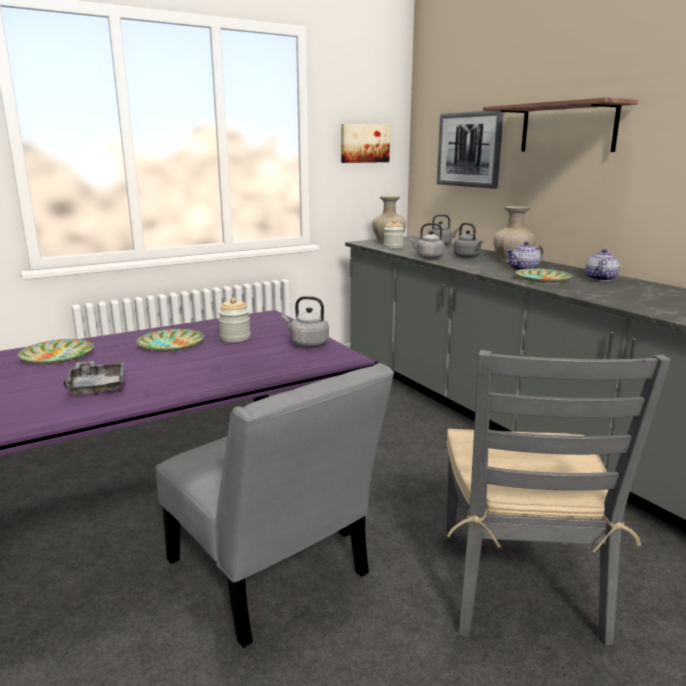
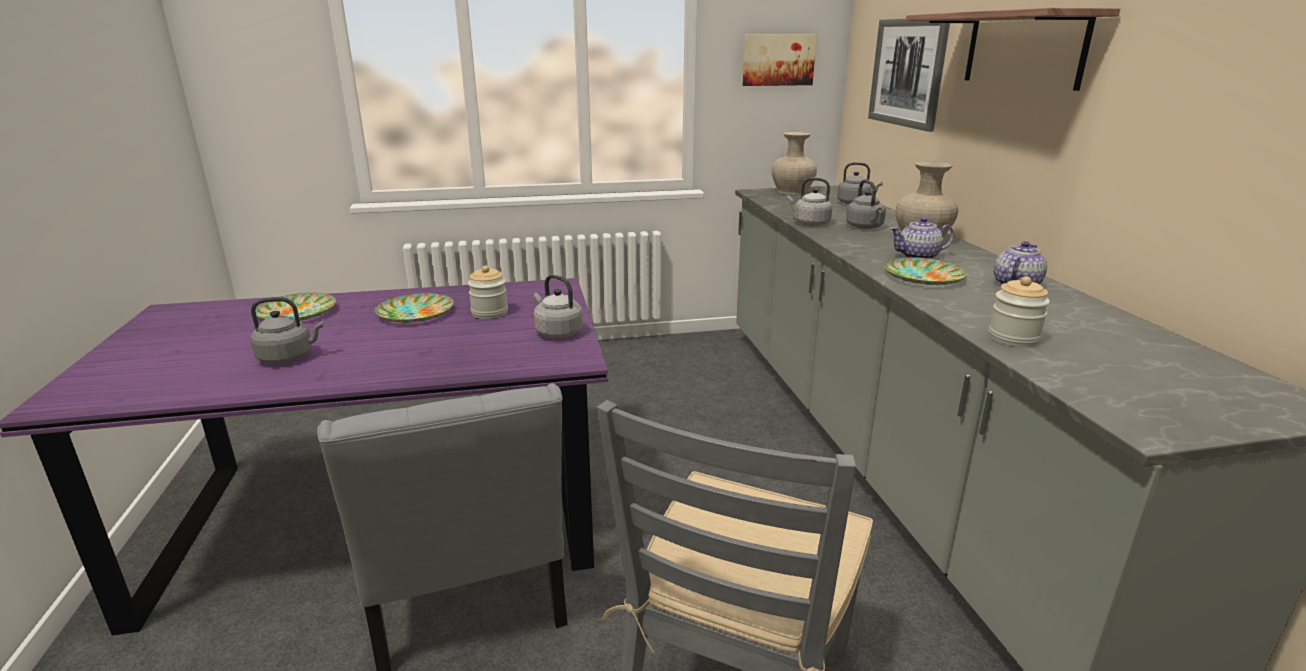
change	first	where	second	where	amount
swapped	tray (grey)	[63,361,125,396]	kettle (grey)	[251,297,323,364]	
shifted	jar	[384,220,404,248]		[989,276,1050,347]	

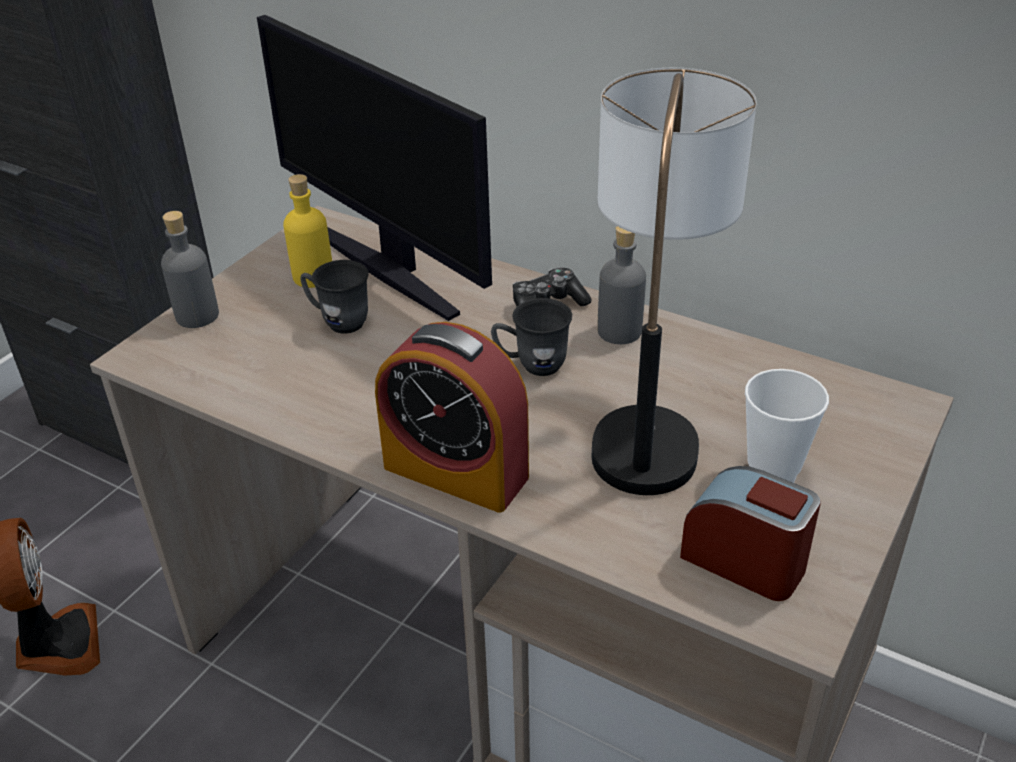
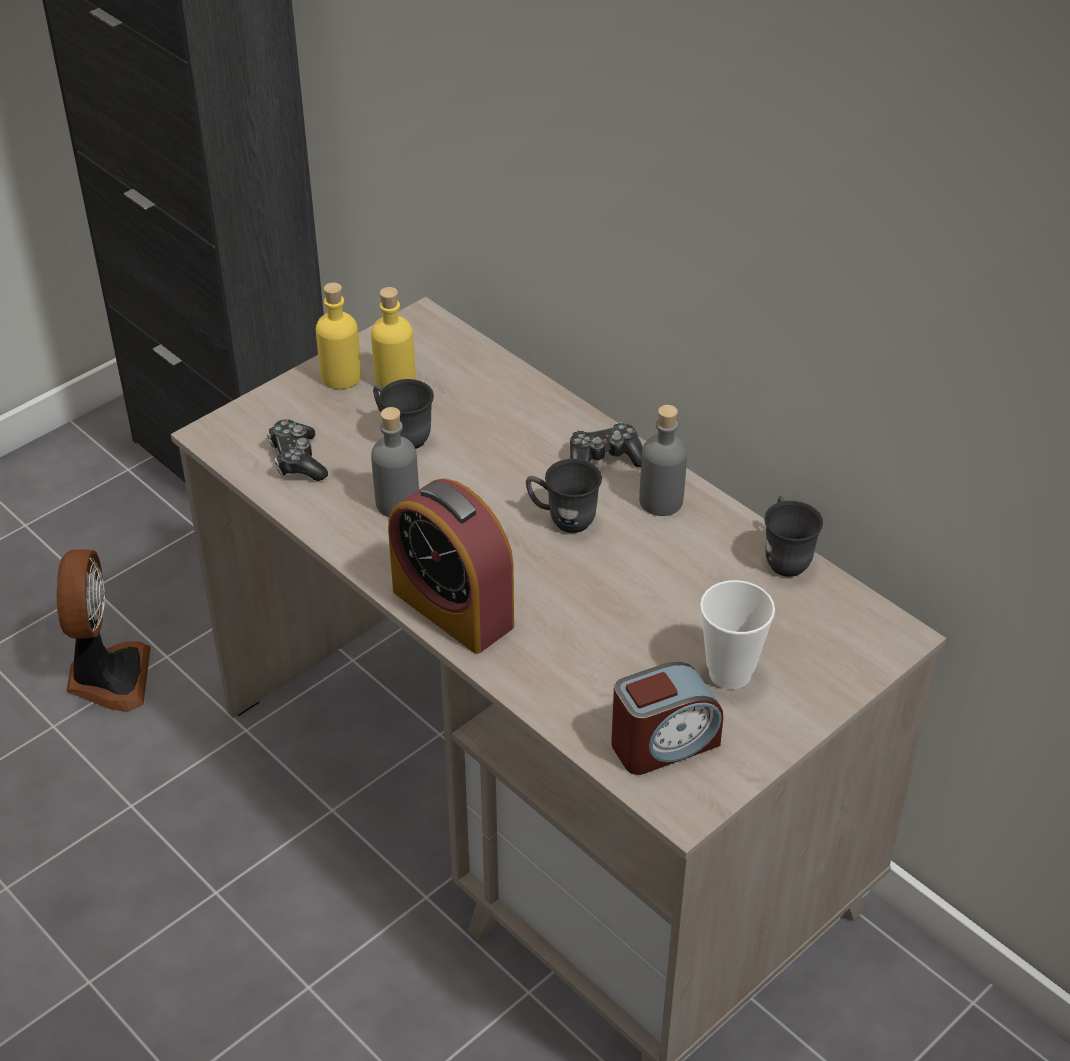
change	first	where	second	where	amount
new			game controller	[267,419,328,481]	
new			bottle (yellow)	[316,283,361,389]	
shifted	bottle (grey)	[161,211,219,328]		[371,407,419,517]	
rotated	alarm clock	[680,466,821,601]		[611,662,723,775]	105 degrees clockwise
new			mug (grey)	[764,496,823,577]	
gone	monitor	[257,15,492,321]			
gone	table lamp	[592,68,757,495]			

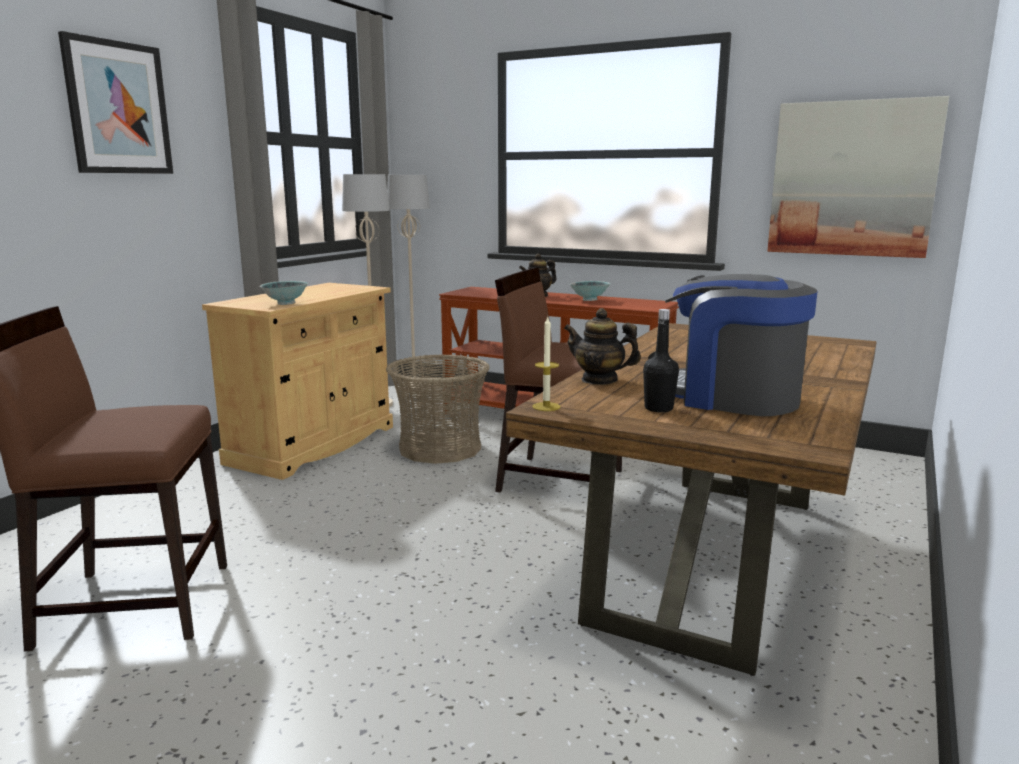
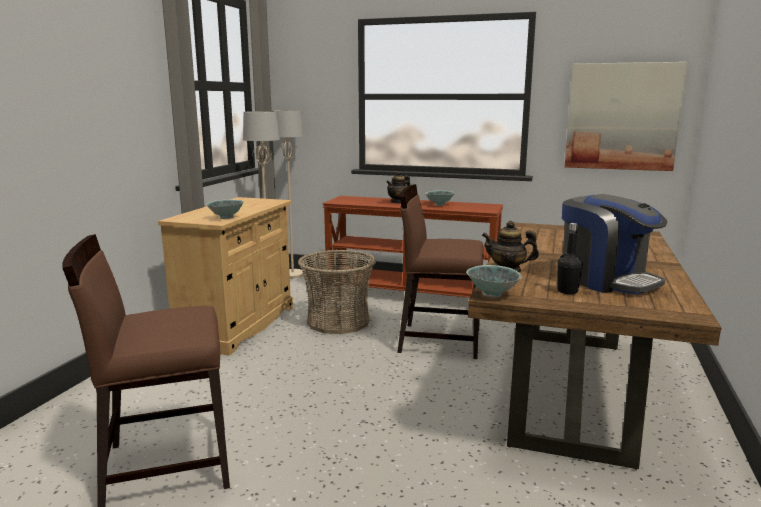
change	first	where	second	where	amount
swapped	candle	[532,317,561,411]	bowl	[466,265,522,298]	
rotated	coffee machine	[665,274,818,416]		[562,194,667,294]	150 degrees counterclockwise
gone	picture	[58,31,173,174]			

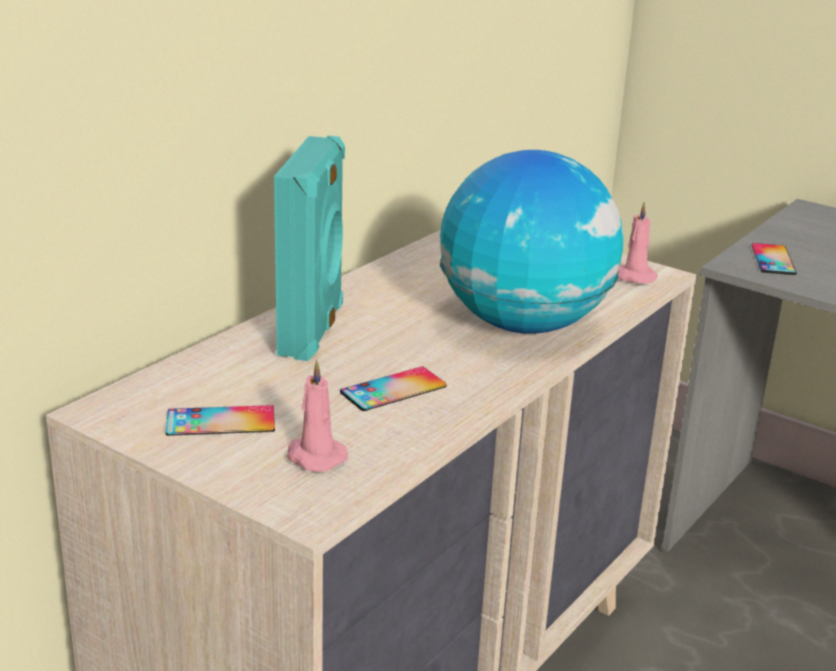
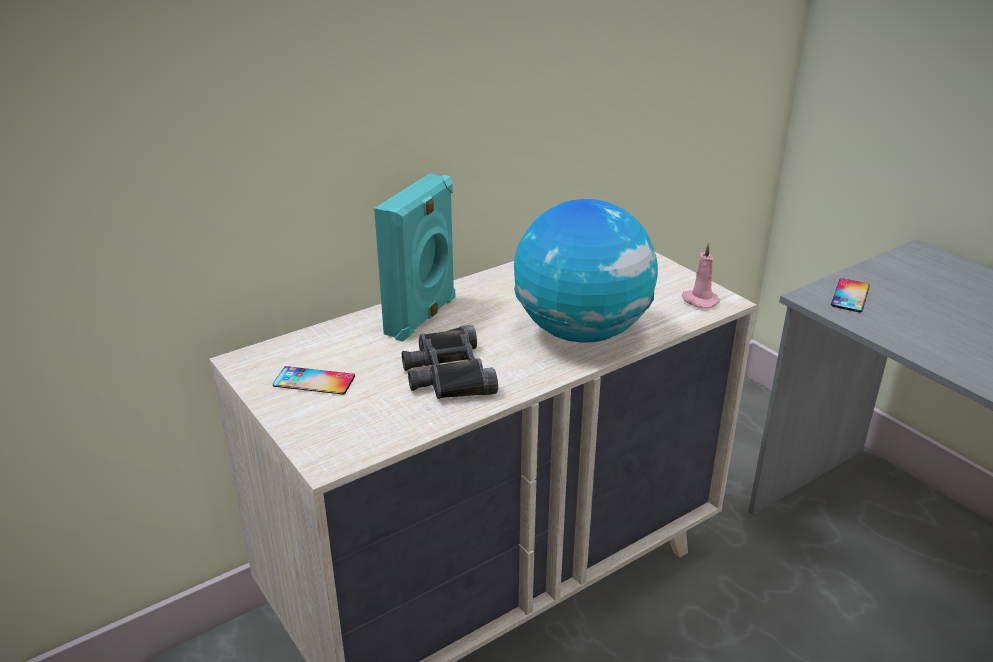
change	first	where	second	where	amount
swapped	phone	[340,366,447,411]	binoculars (black)	[402,325,498,399]	
gone	candle (pink)	[287,360,348,472]			

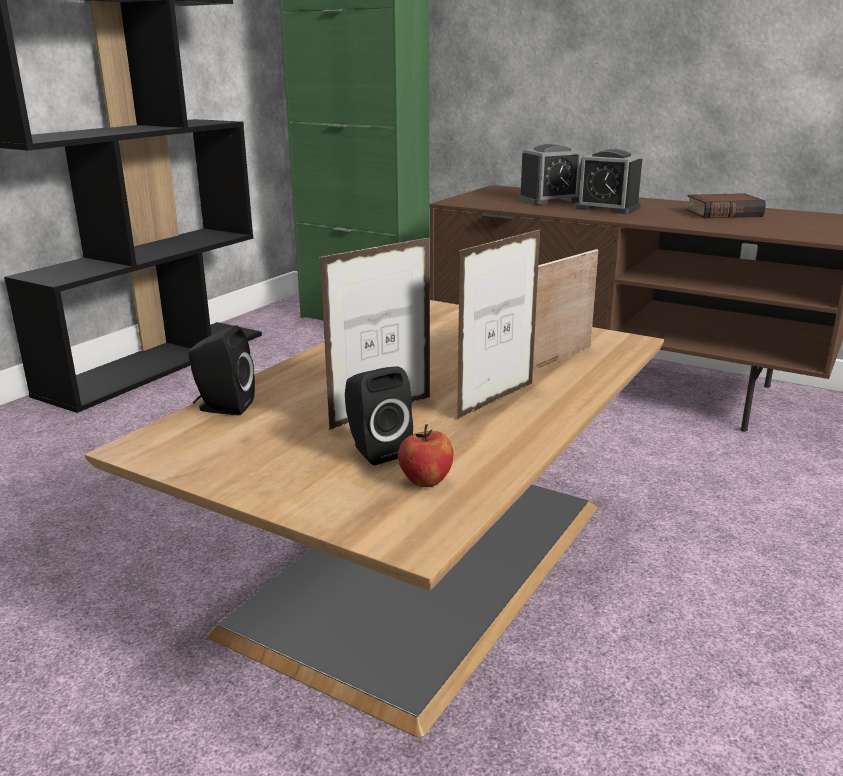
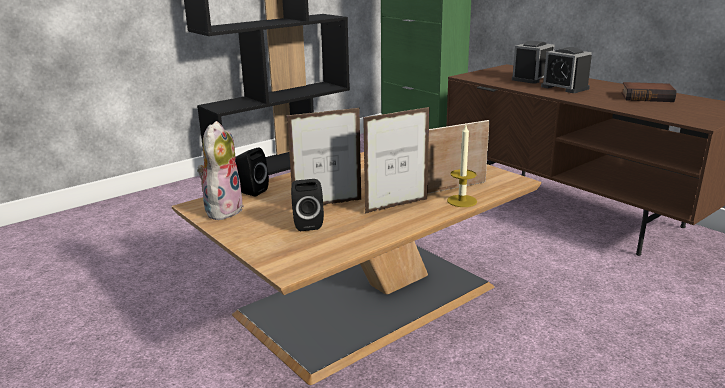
change	first	where	second	where	amount
new			plush toy	[197,121,244,220]	
new			candle	[447,125,477,207]	
rotated	alarm clock	[518,144,582,205]		[512,40,555,84]	135 degrees clockwise
gone	apple	[398,424,453,487]			

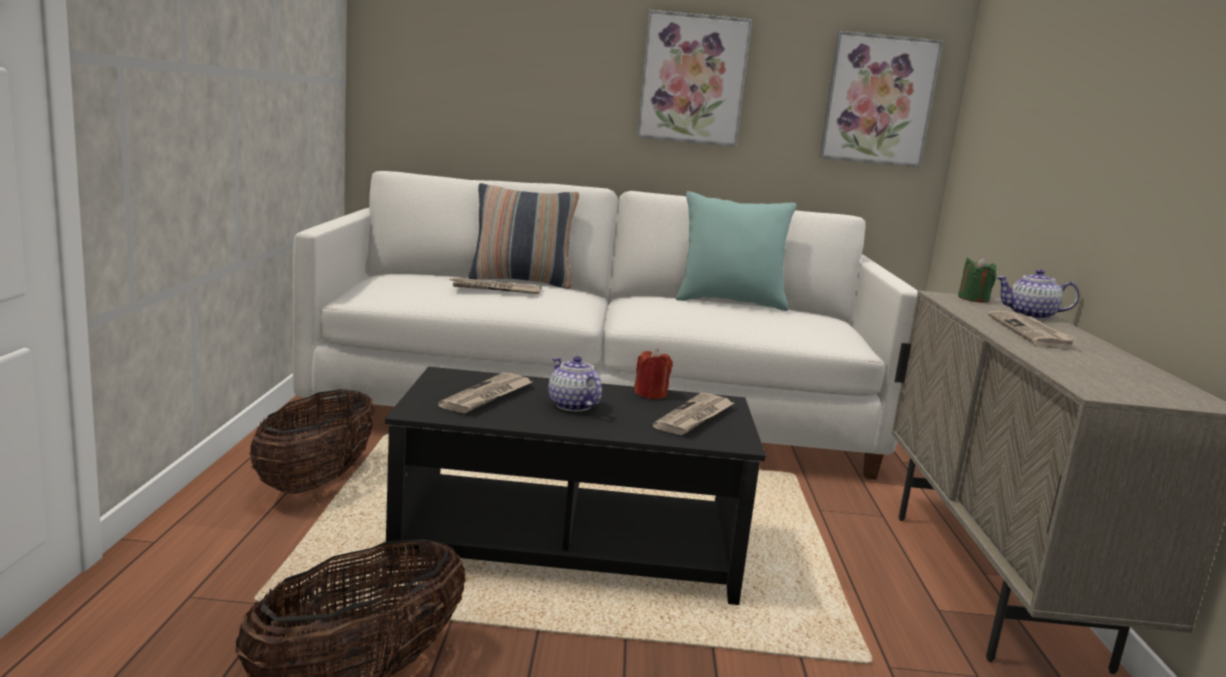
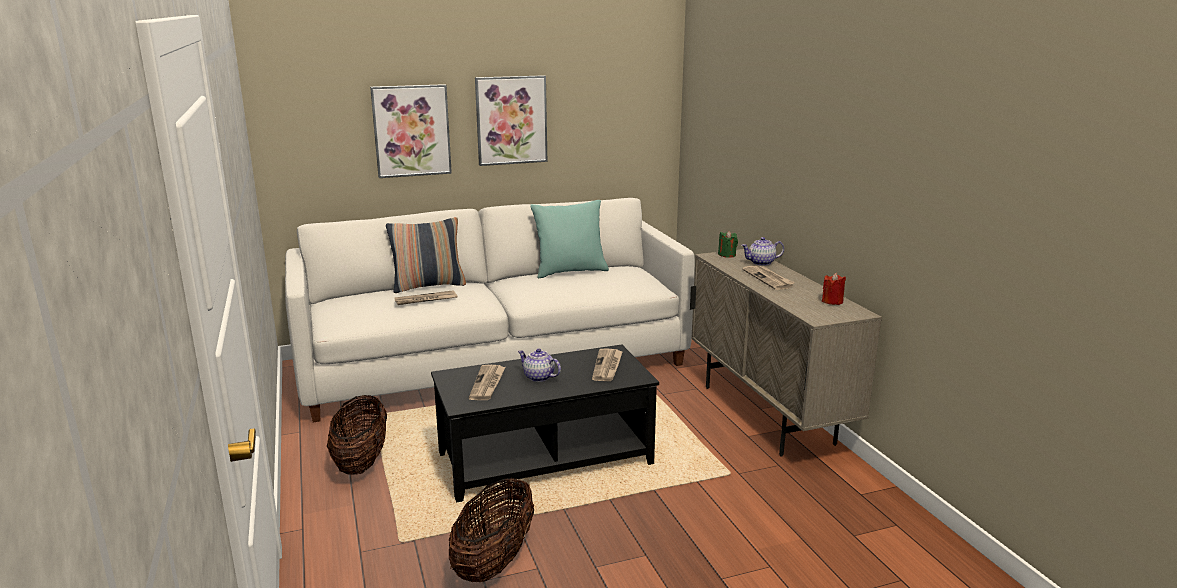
change	first	where	second	where	amount
shifted	picture	[820,31,943,167]		[370,84,452,178]	
shifted	candle (red)	[634,348,673,399]		[822,273,846,305]	

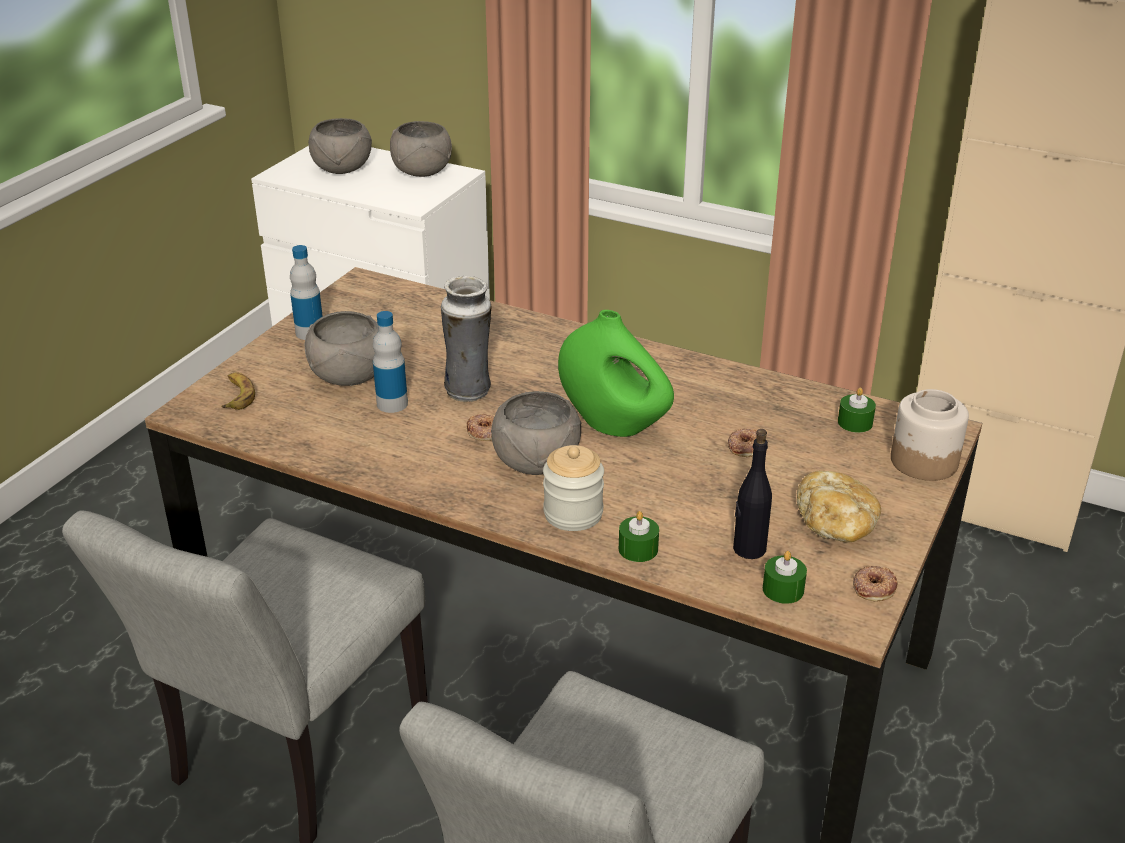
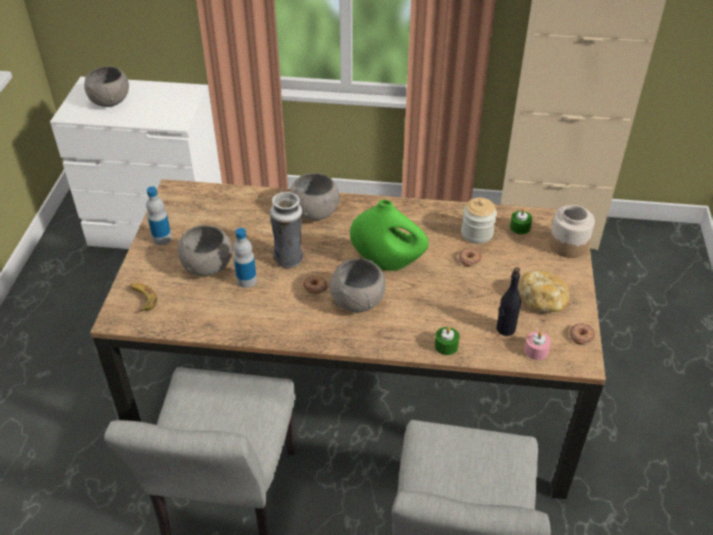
change	first	where	second	where	amount
shifted	bowl (grey)	[390,121,452,177]		[290,173,340,220]	
shifted	jar	[543,445,604,531]		[461,198,497,244]	
repainted	candle (green)	[763,551,807,604]	candle (pink)	[524,332,551,360]	

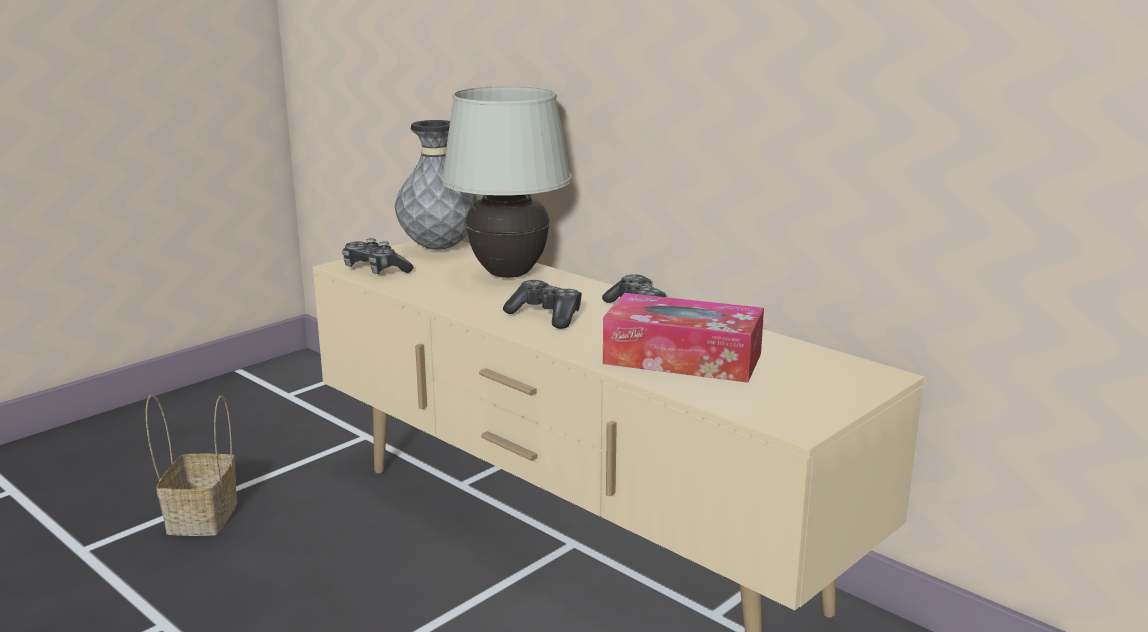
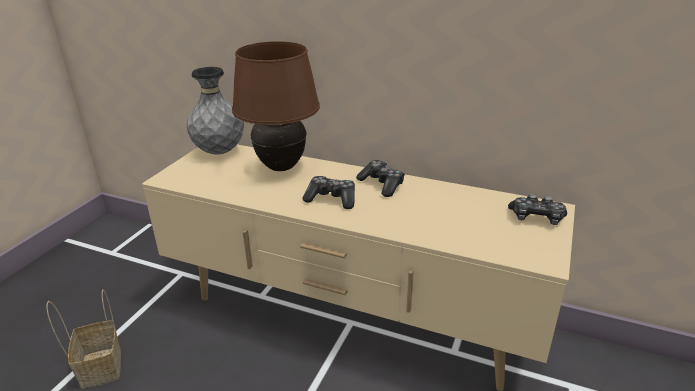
change	first	where	second	where	amount
repainted	table lamp (white)	[441,86,572,278]	table lamp (brown)	[232,41,320,171]	
shifted	game controller	[342,238,414,274]		[508,194,567,225]	
gone	tissue box	[603,293,764,383]			

